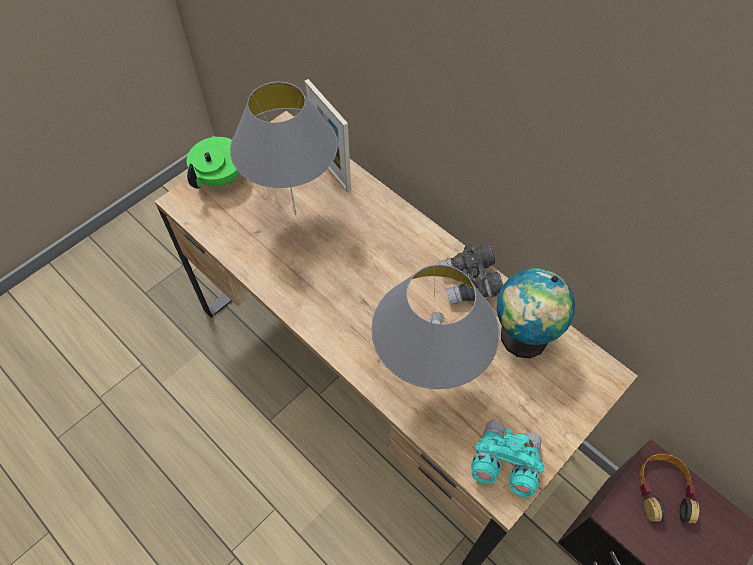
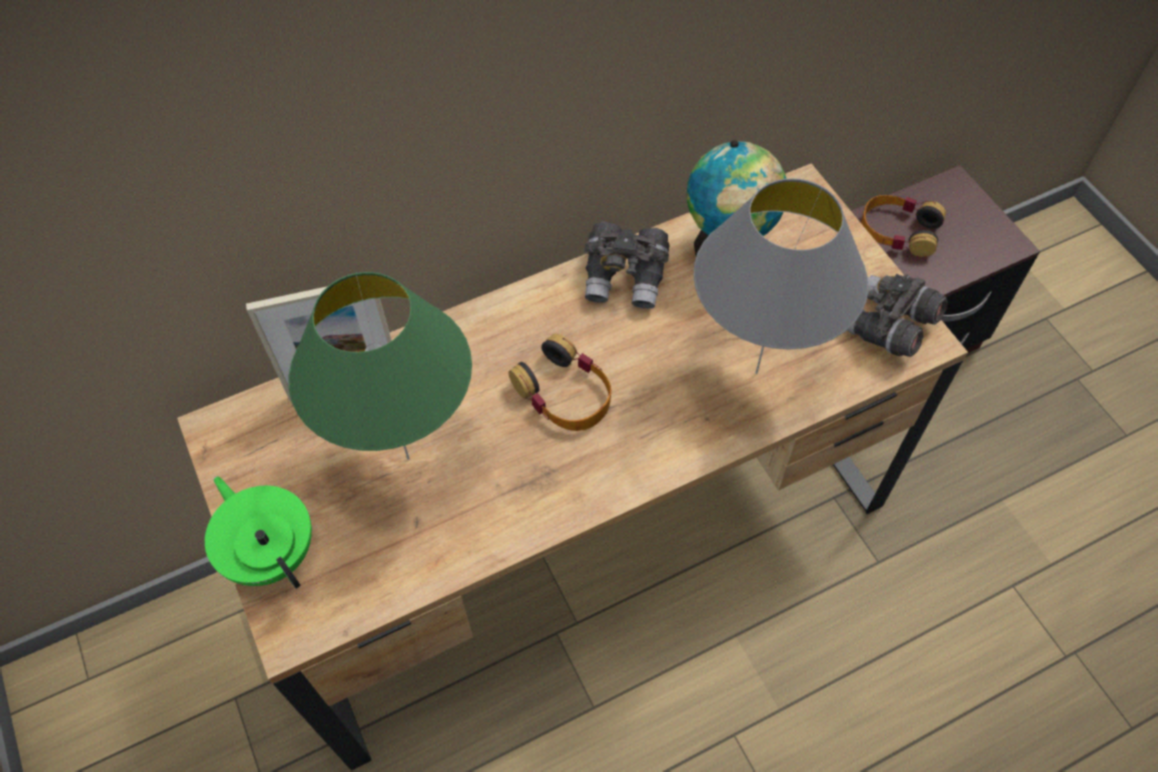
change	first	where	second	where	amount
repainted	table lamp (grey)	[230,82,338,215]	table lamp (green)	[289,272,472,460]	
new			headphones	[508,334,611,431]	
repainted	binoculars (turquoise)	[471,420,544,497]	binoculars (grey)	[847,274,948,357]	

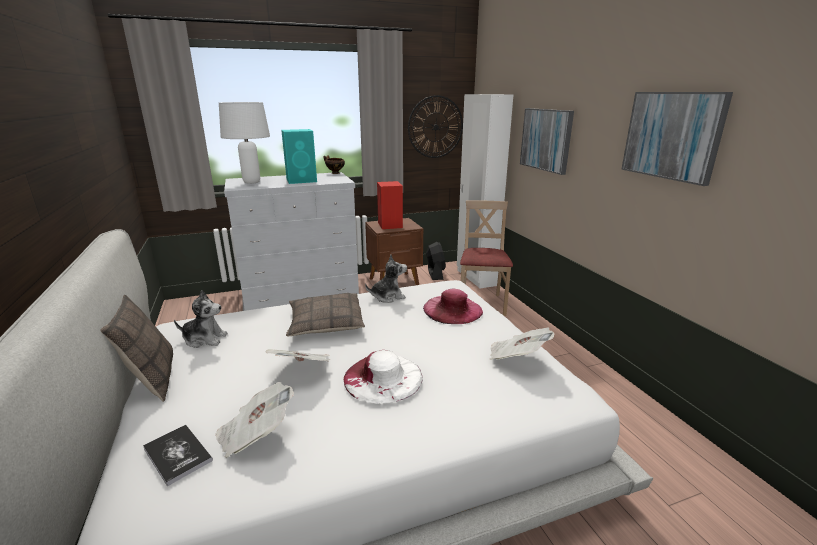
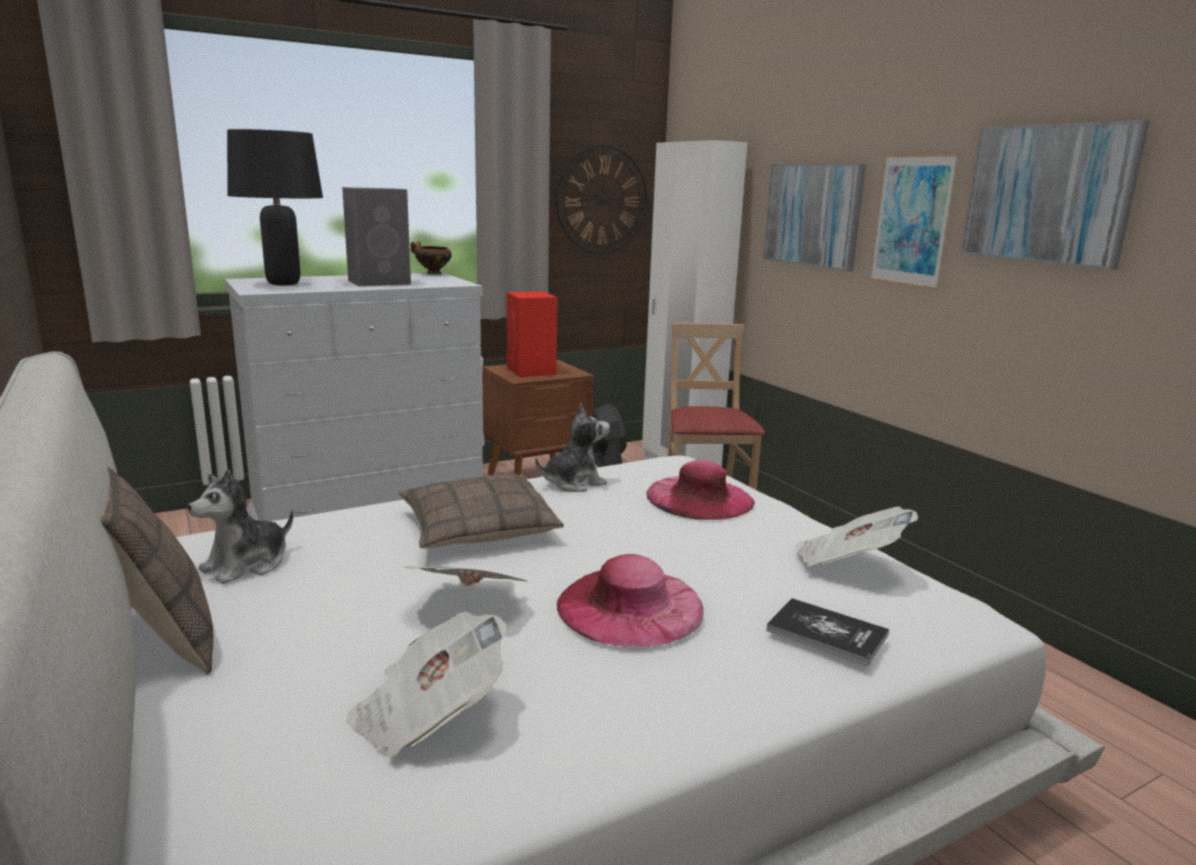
change	first	where	second	where	amount
rotated	plush toy	[174,290,228,348]		[188,470,294,584]	135 degrees clockwise
repainted	table lamp (white)	[219,102,270,184]	table lamp (black)	[227,129,323,285]	
repainted	speaker (turquoise)	[281,129,317,184]	speaker (grey)	[342,187,411,286]	
repainted	hat (white)	[344,350,423,404]	hat (pink)	[557,554,704,647]	
shifted	book	[143,425,213,486]		[766,598,889,666]	
new			picture	[870,154,958,290]	

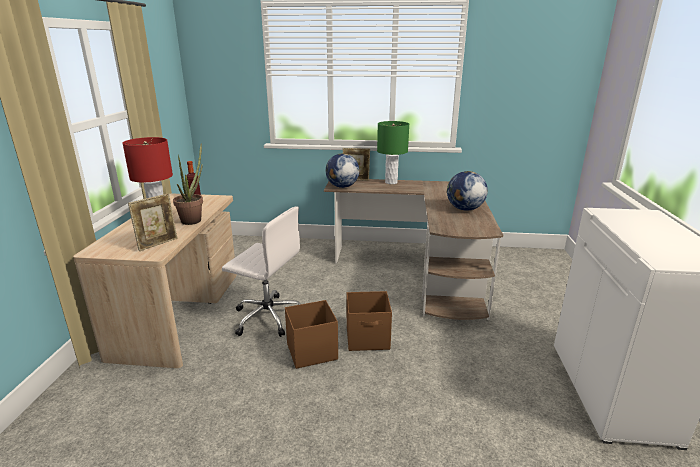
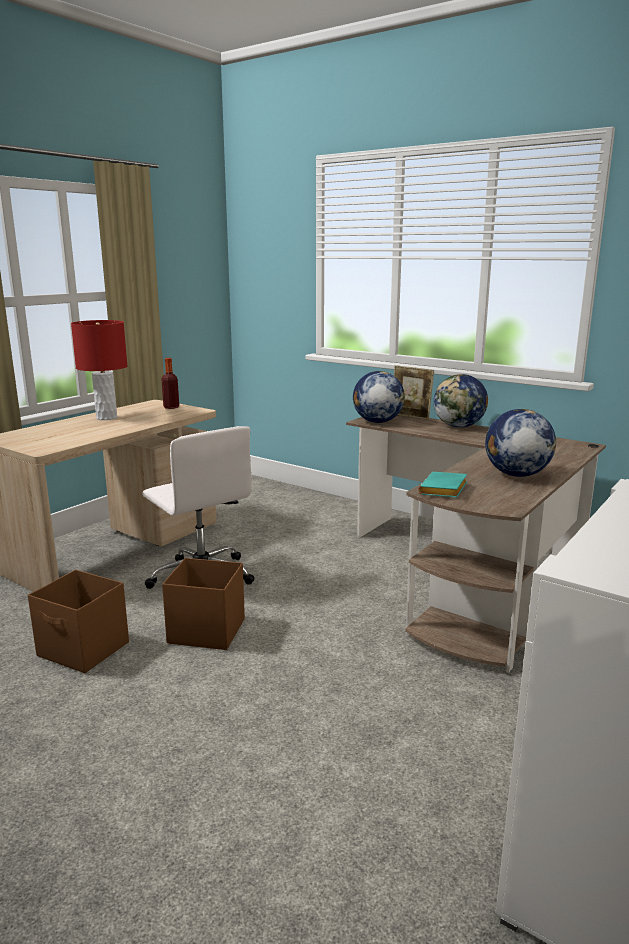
change	first	where	second	where	amount
shifted	storage box (brown)	[347,291,392,351]		[28,570,129,673]	
new			book (turquoise)	[419,472,467,497]	
swapped	table lamp (green)	[377,121,409,184]	globe	[434,374,488,428]	
gone	picture frame	[128,193,178,251]			
gone	potted plant	[173,143,203,225]			

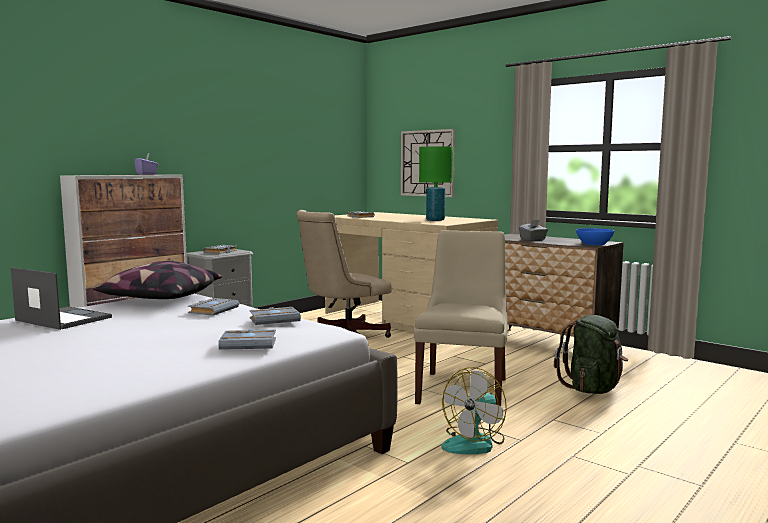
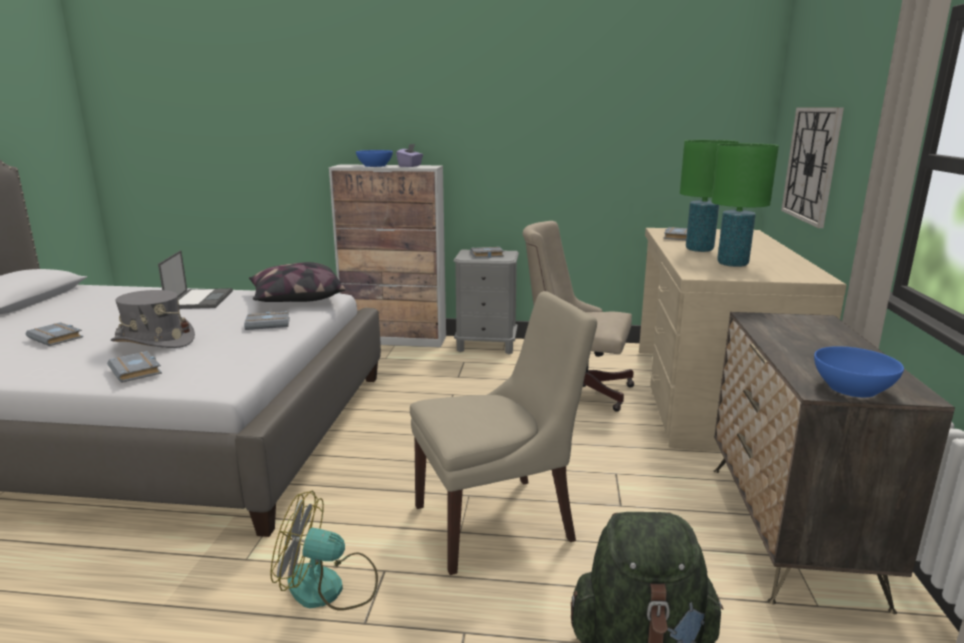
change	first	where	second	where	amount
shifted	book (grey)	[250,307,301,325]		[26,322,83,346]	
new			hat (grey)	[111,290,195,348]	
new			bowl (blue)	[356,150,393,167]	
new			table lamp (green)	[680,140,739,252]	
gone	tissue box (grey)	[519,220,548,241]			

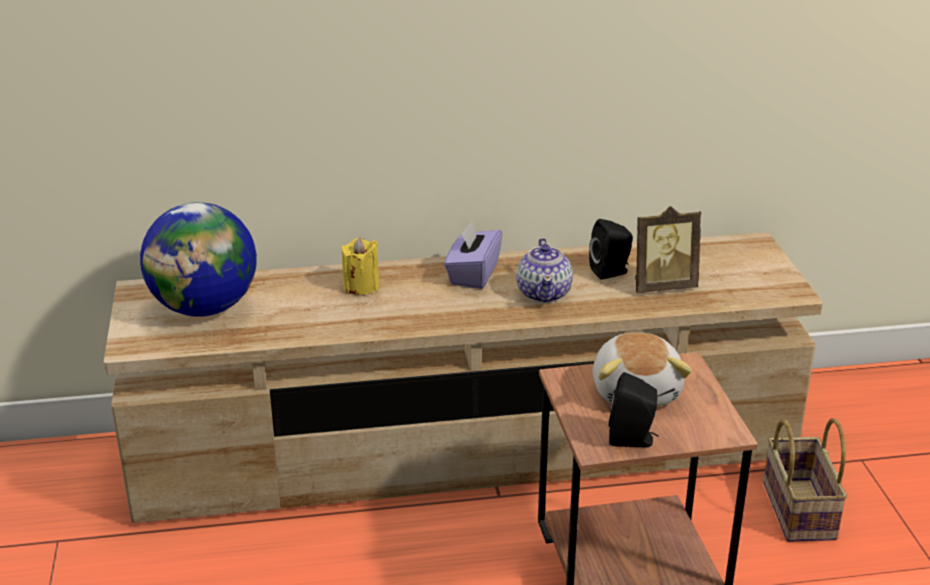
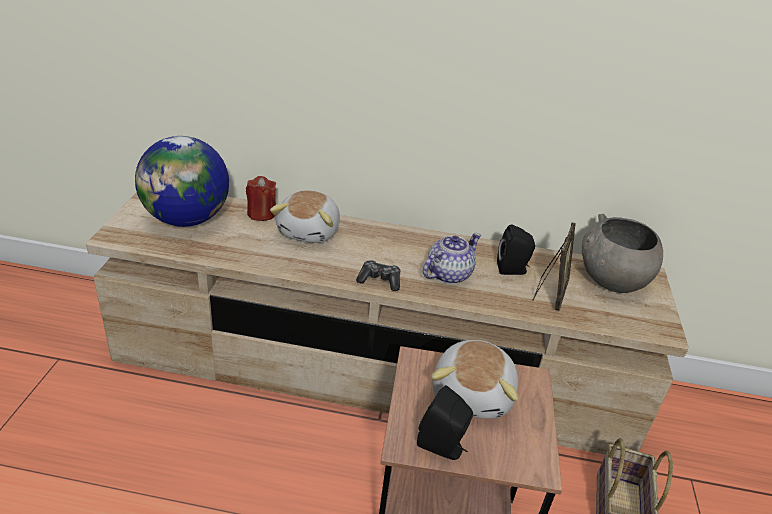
change	first	where	second	where	amount
new			candle (red)	[246,176,276,221]	
swapped	candle (yellow)	[342,238,380,295]	plush toy	[270,190,340,243]	
new			game controller	[356,260,400,291]	
rotated	teapot	[516,238,573,303]		[423,233,481,284]	150 degrees counterclockwise
rotated	picture frame	[635,206,701,293]		[533,223,576,311]	75 degrees counterclockwise
new			bowl (grey)	[582,214,663,293]	
gone	tissue box (purple)	[444,220,502,289]			

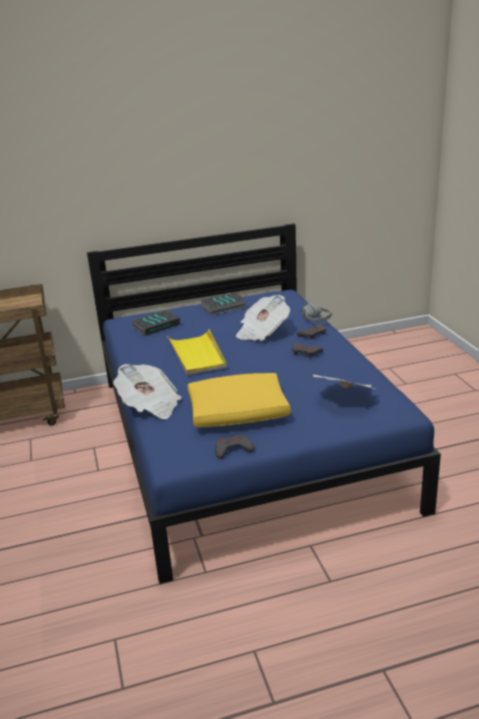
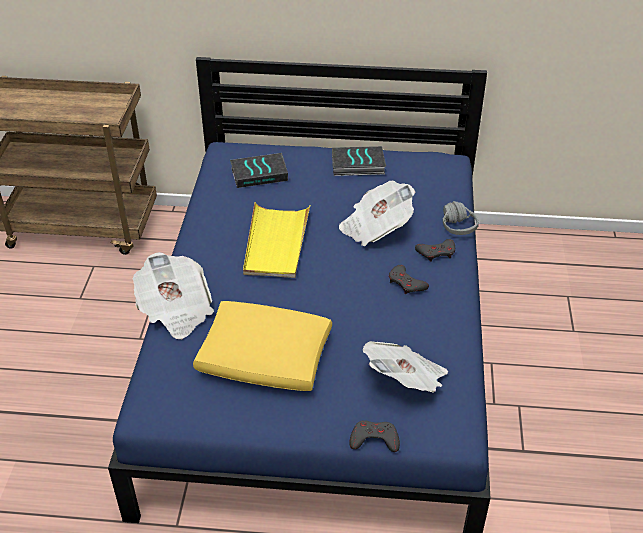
change	first	where	second	where	amount
shifted	game controller (grey)	[215,435,254,459]		[349,420,400,452]	

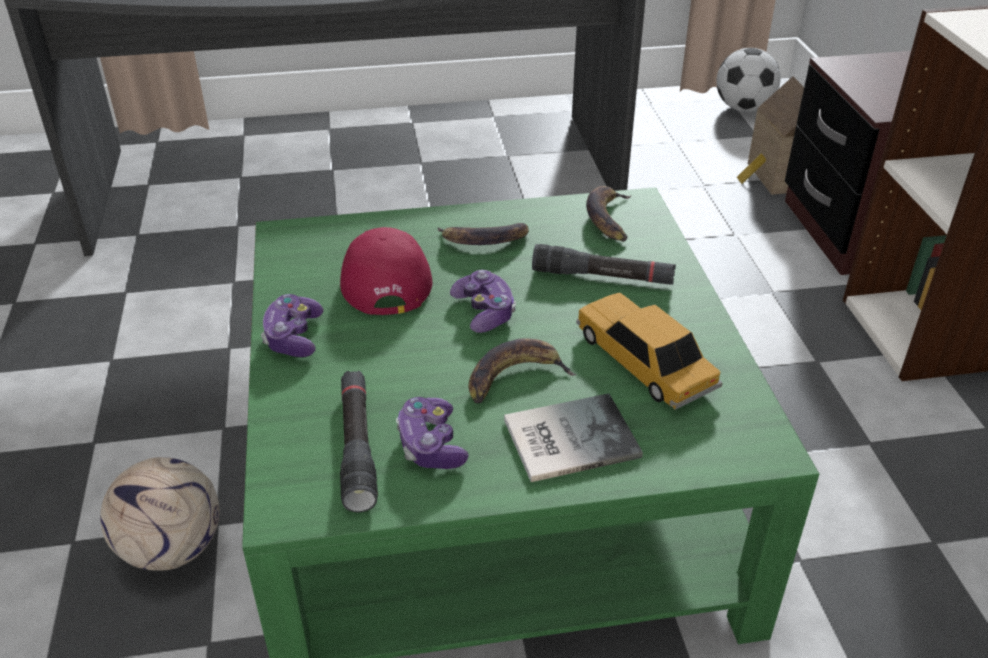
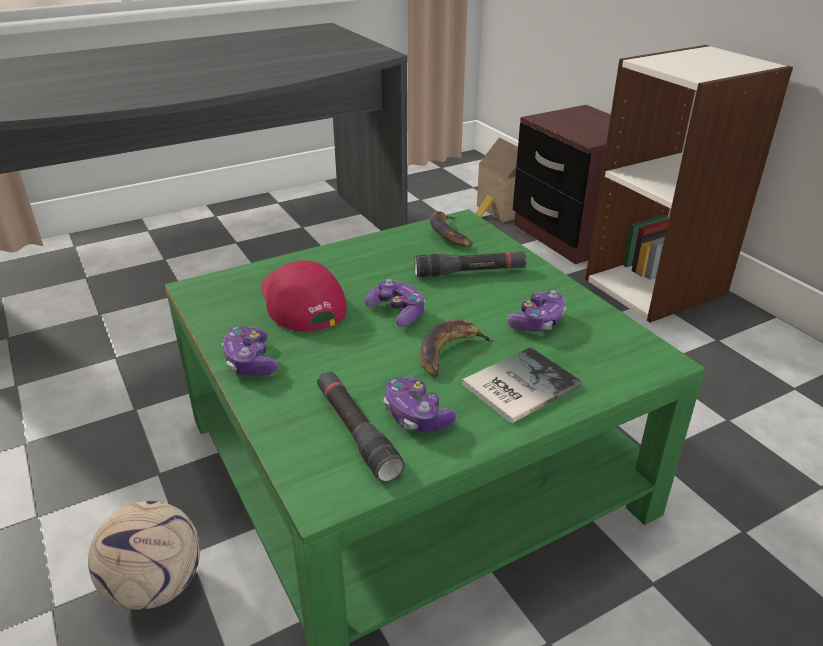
change	first	where	second	where	amount
swapped	toy car	[576,293,723,410]	game controller	[507,290,567,332]	
gone	banana	[438,223,529,245]			
gone	football	[716,48,781,112]			

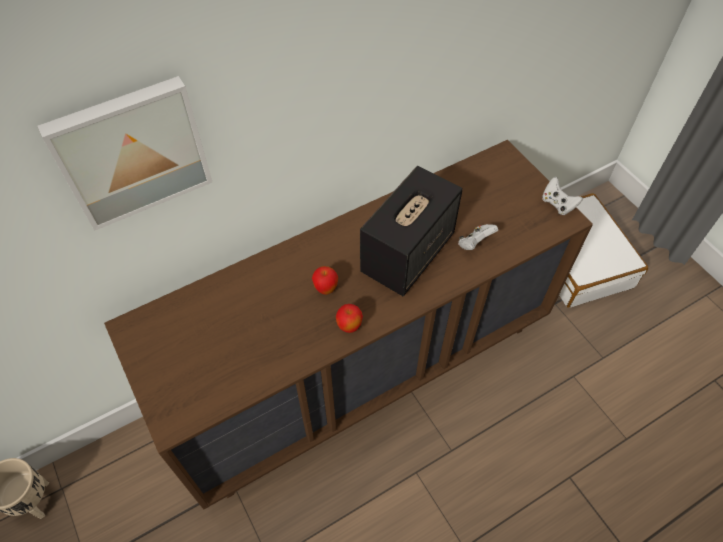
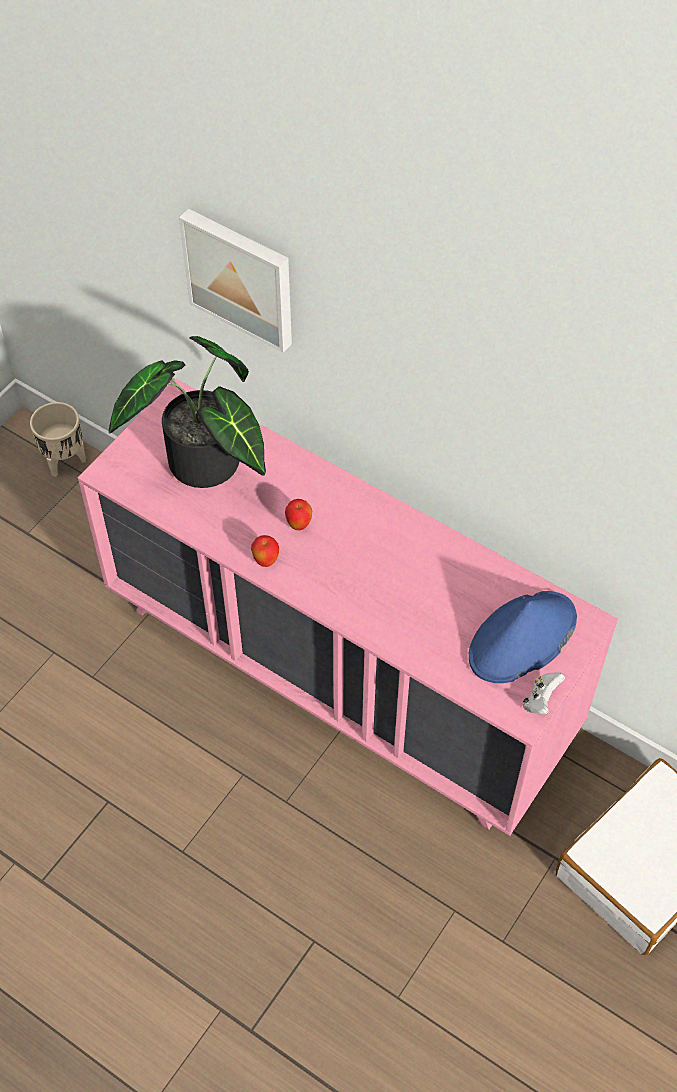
change	first	where	second	where	amount
repainted	dresser (brown)	[104,140,593,510]	dresser (pink)	[78,378,618,836]	
new			potted plant	[109,336,266,488]	
new			hat (blue)	[469,591,577,683]	
gone	speaker	[360,166,463,296]			
gone	game controller (white)	[458,224,498,250]			

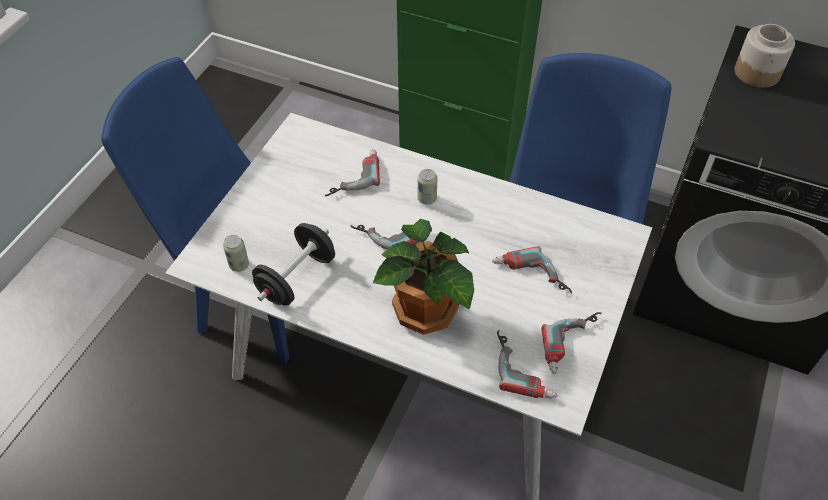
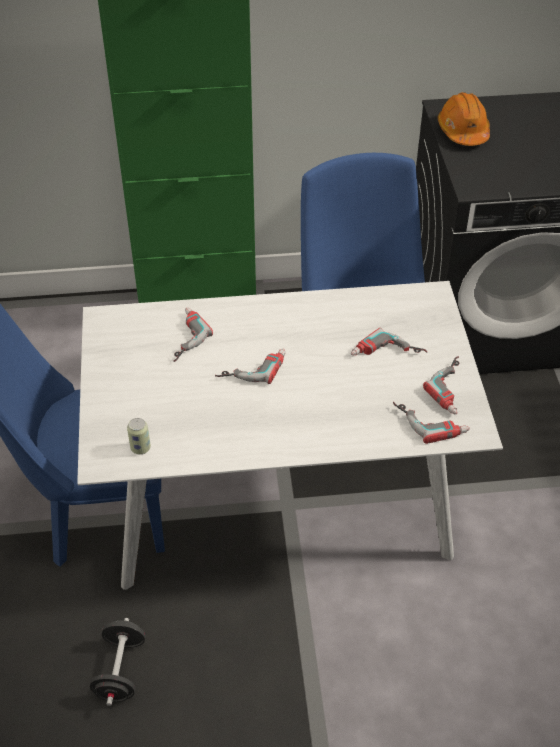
change	first	where	second	where	amount
shifted	dumbbell (black)	[252,223,335,306]		[90,618,145,706]	
swapped	jar	[734,24,795,88]	hard hat (orange)	[438,92,490,146]	
gone	potted plant	[373,219,474,335]			
gone	can	[418,169,437,205]			

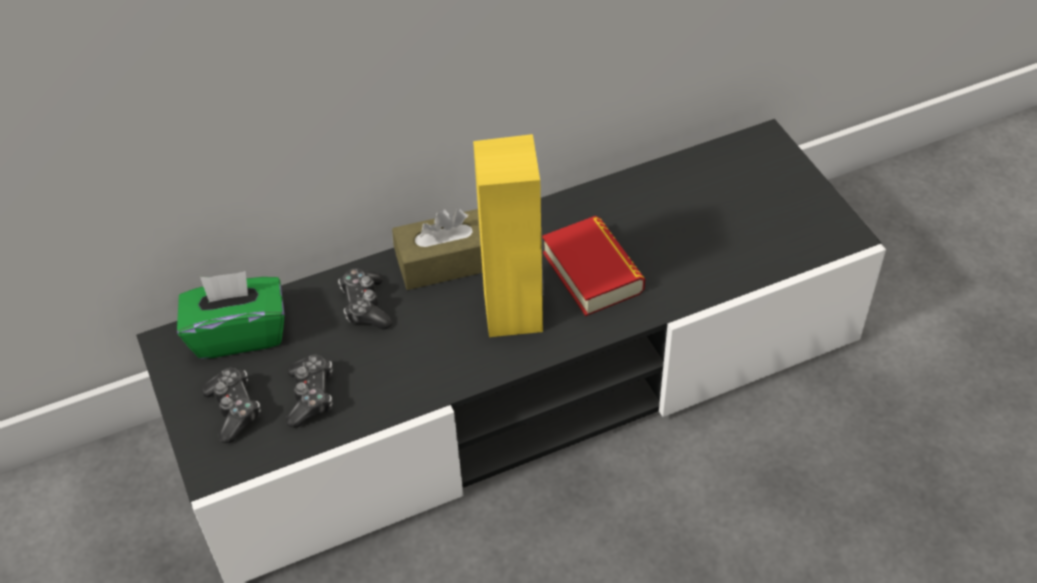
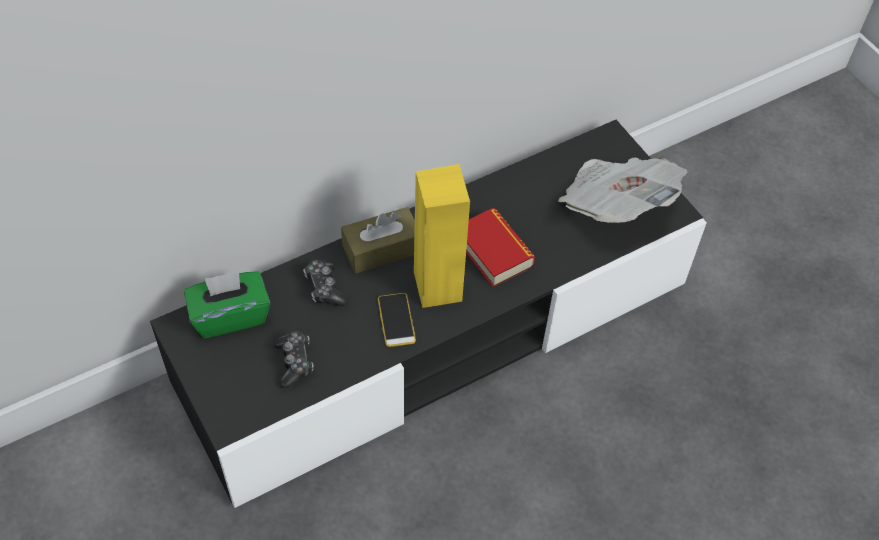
change	first	where	second	where	amount
new			phone	[378,293,416,347]	
new			newspaper	[558,157,687,223]	
gone	game controller	[201,368,261,443]			

